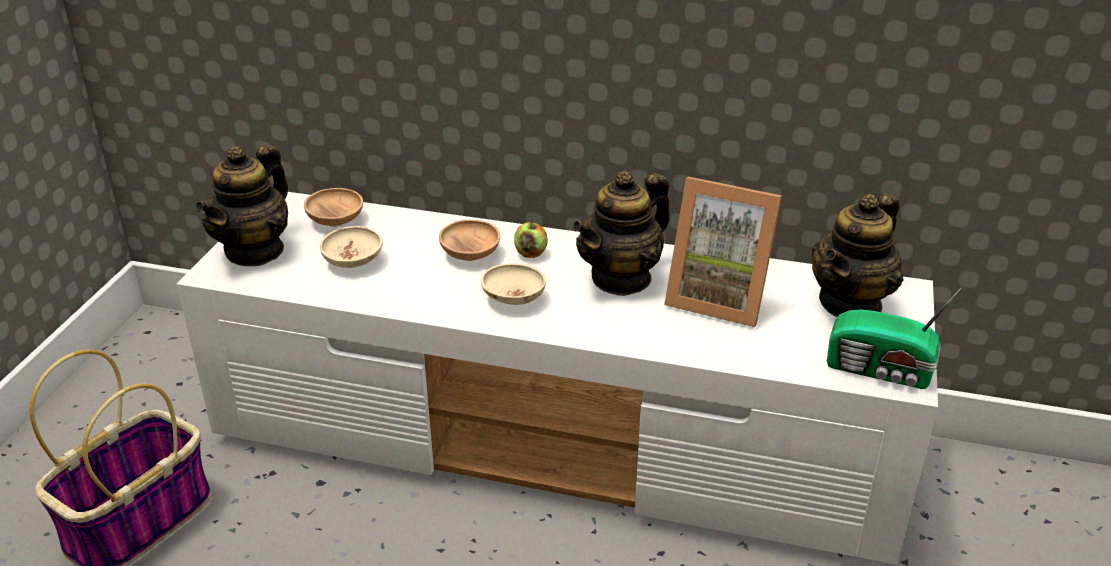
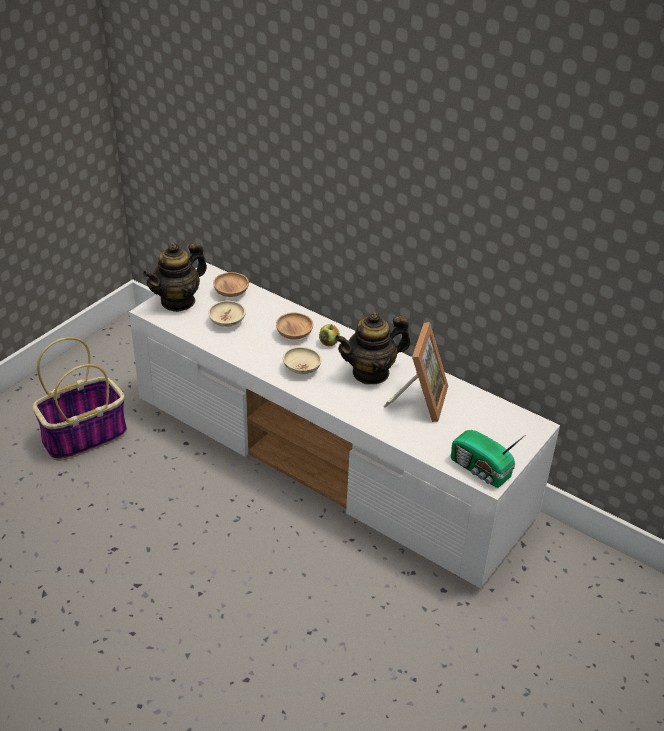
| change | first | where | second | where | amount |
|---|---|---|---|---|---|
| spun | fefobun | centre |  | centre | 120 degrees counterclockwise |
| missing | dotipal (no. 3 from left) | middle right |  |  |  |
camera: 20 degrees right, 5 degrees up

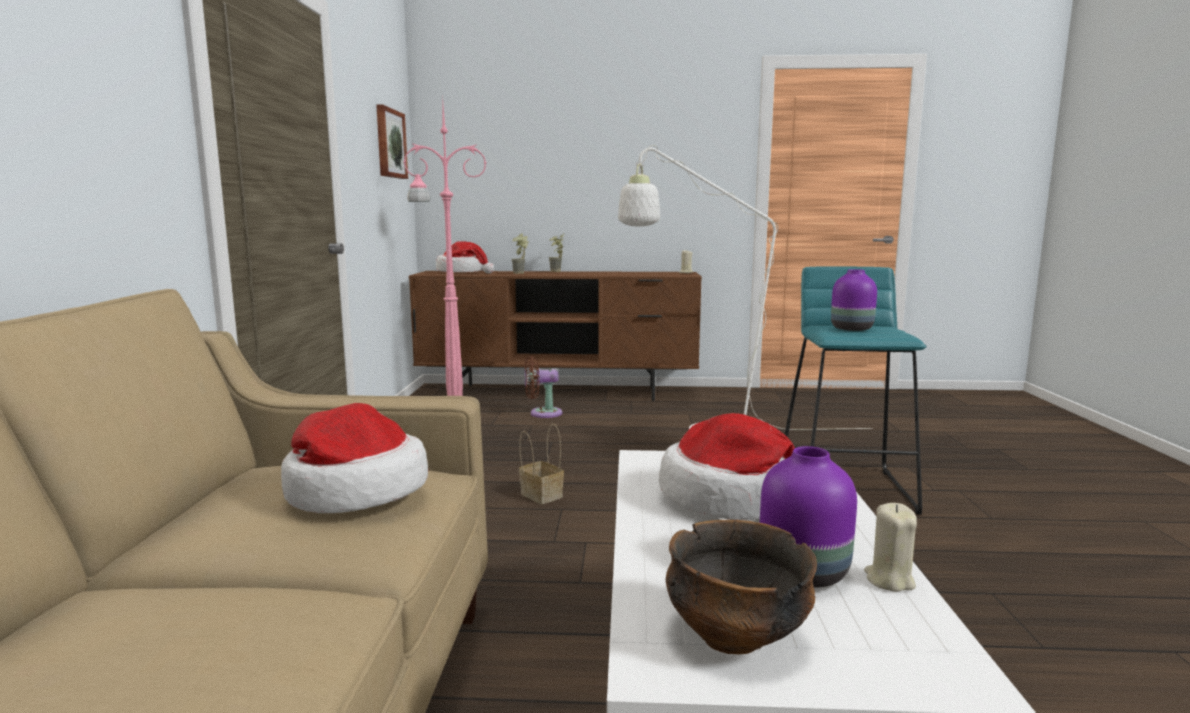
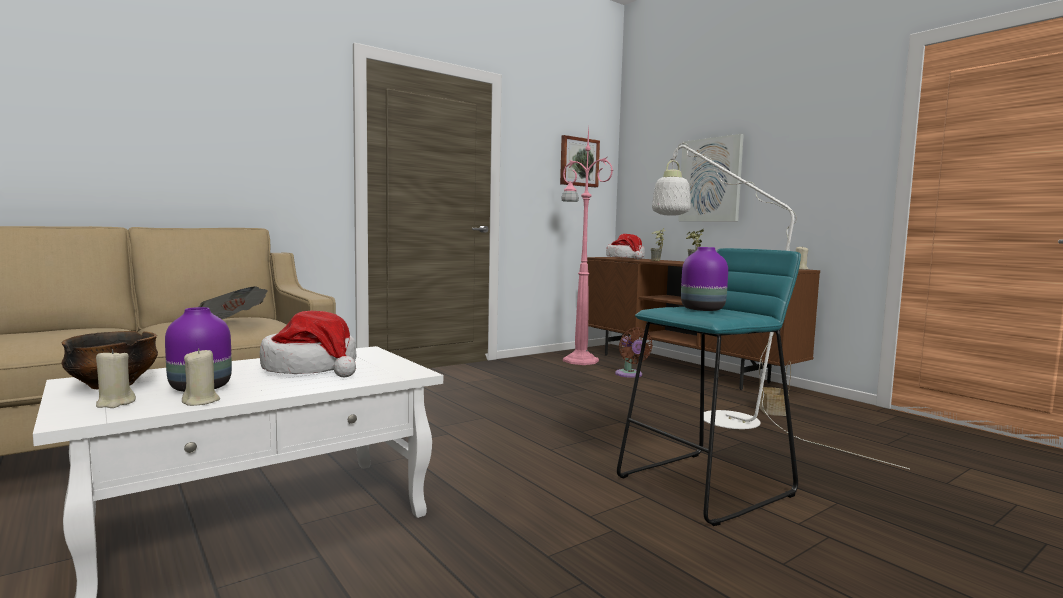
| change | first | where | second | where | amount |
|---|---|---|---|---|---|
| spun | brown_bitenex | centre |  | centre | 150 degrees counterclockwise |
| exchanged | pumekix (no. 1 from left) | middle left | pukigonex | middle left |  |
| relocated | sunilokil | centre |  | middle right |  |
| appeared |  |  | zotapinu (no. 2 from left) | top right |  |
| appeared |  |  | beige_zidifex (no. 1 from left) | middle left |  |
camera: 50 degrees right, 5 degrees down

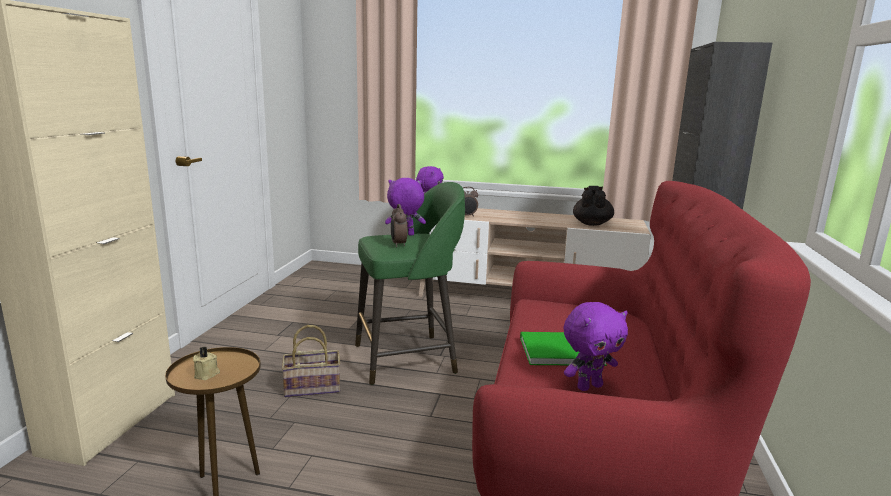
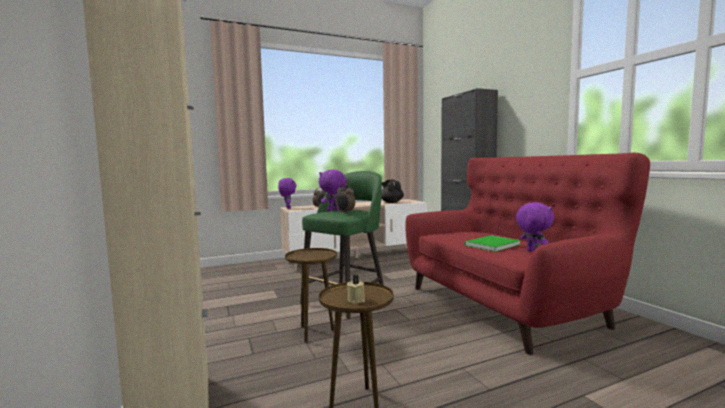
| change | first | where | second | where | amount |
|---|---|---|---|---|---|
| spun | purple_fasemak (no. 3 from left) | bottom right |  | middle right | 45 degrees counterclockwise |
| exchanged | sunilokil | bottom centre | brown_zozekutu (no. 1 from left) | bottom centre |  |
camera: 35 degrees left, 10 degrees down

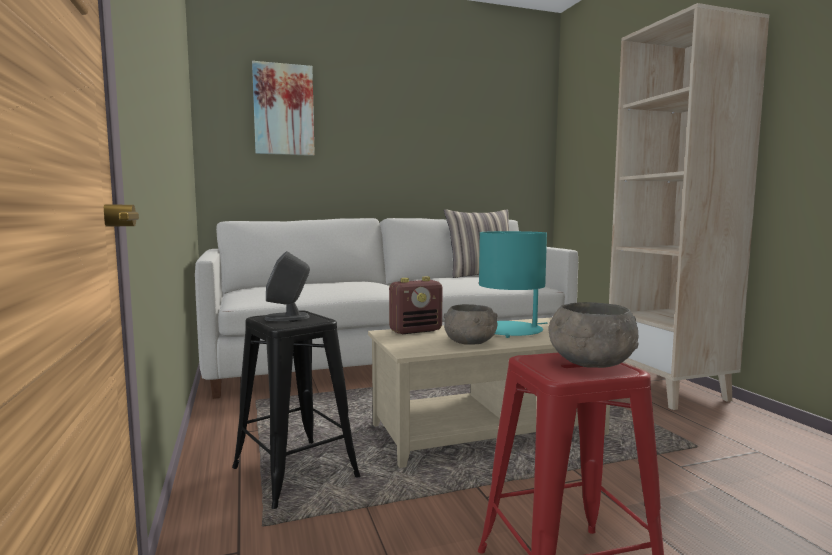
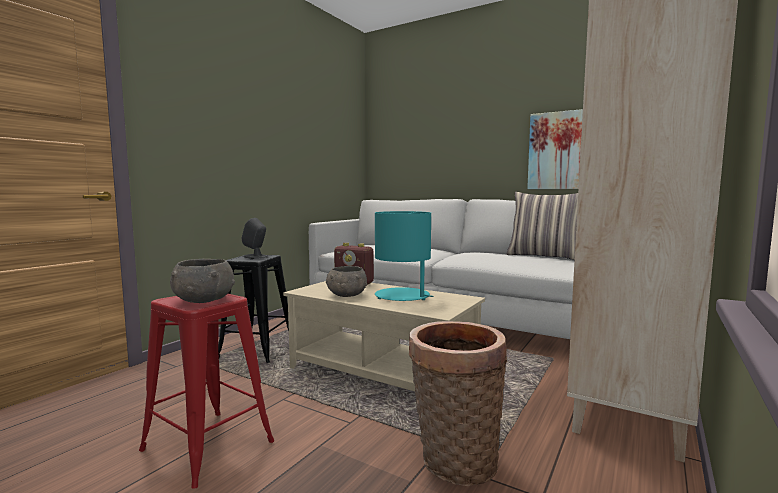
| change | first | where | second | where | amount |
|---|---|---|---|---|---|
| relocated | zotapinu | top centre |  | top right |  |
| appeared |  |  | sunilokil | bottom centre |  |
camera: 50 degrees right, 0 degrees up

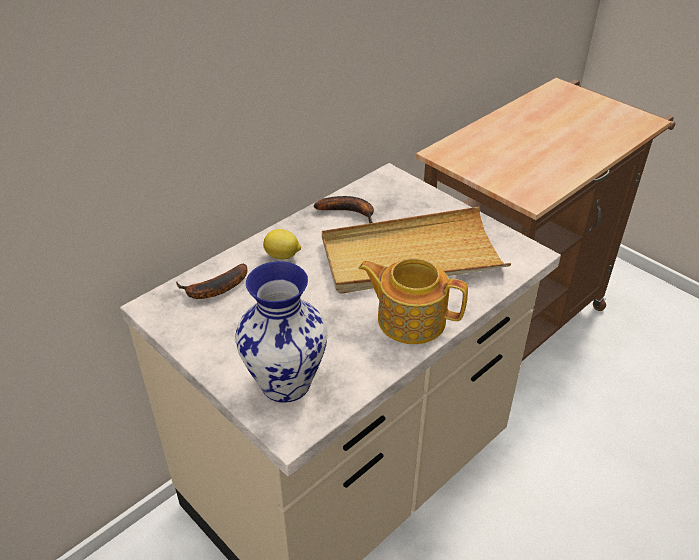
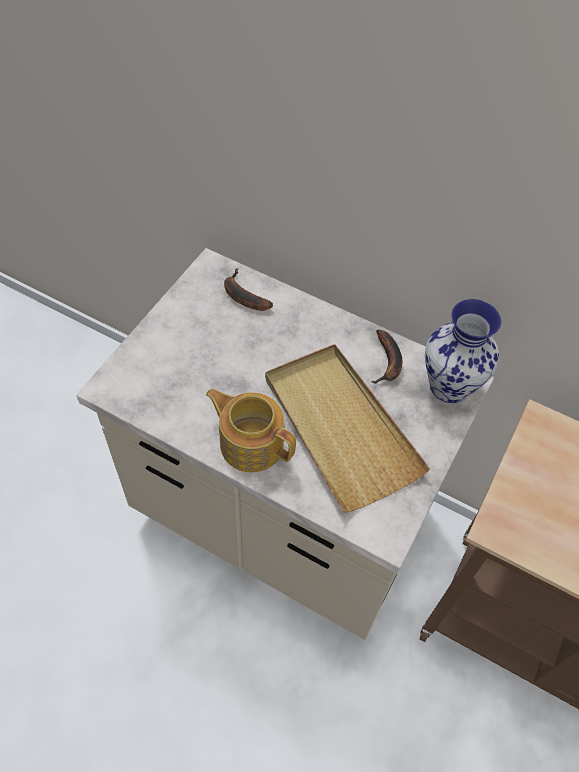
| change | first | where | second | where | amount |
|---|---|---|---|---|---|
| missing | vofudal | centre |  |  |  |
| spun | dotipal | centre |  | centre | 60 degrees counterclockwise |
| relocated | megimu | centre |  | middle right |  |
camera: 70 degrees right, 15 degrees up

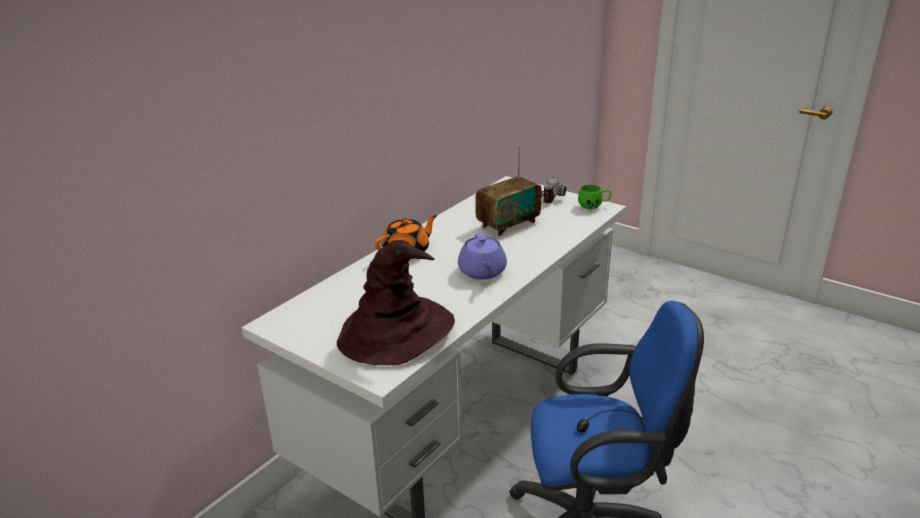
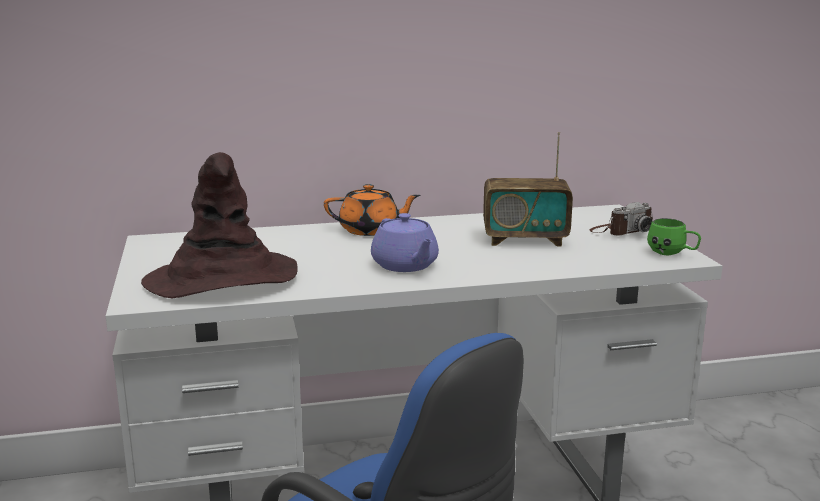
| change | first | where | second | where | amount |
|---|---|---|---|---|---|
| spun | purple_dotipal | centre |  | centre | 60 degrees counterclockwise |
camera: 40 degrees right, 10 degrees down

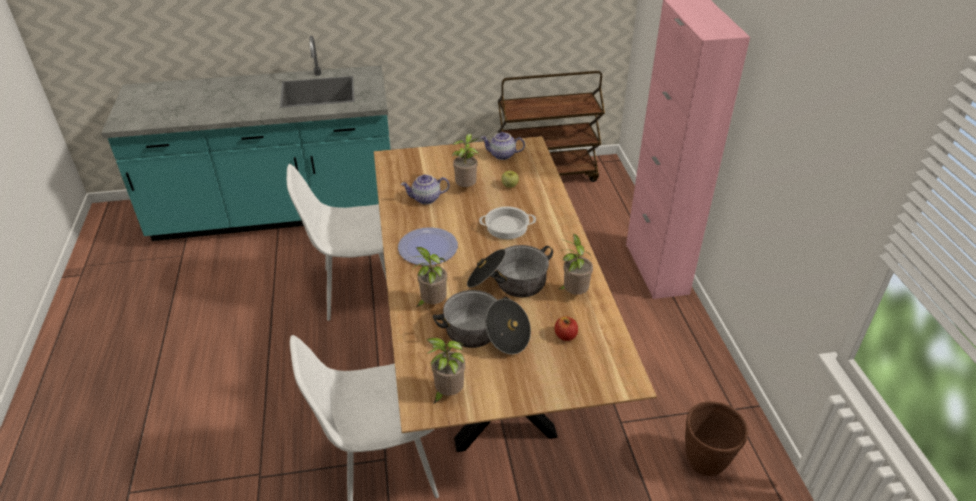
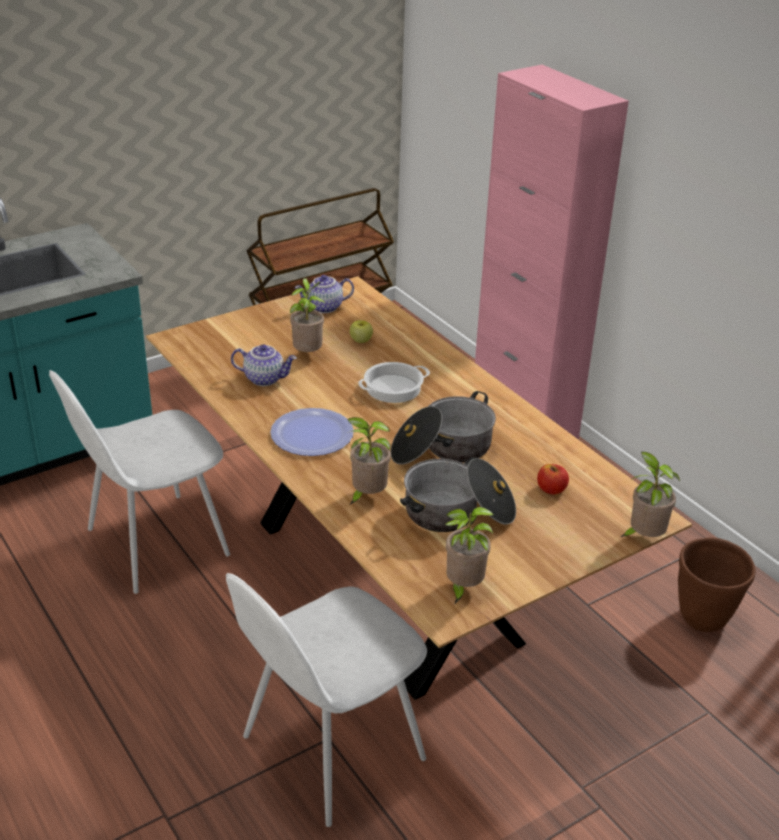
| change | first | where | second | where | amount |
|---|---|---|---|---|---|
| spun | dotipal (no. 1 from left) | centre |  | centre | 135 degrees counterclockwise |
| relocated | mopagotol (no. 4 from left) | centre |  | middle right |  |
camera: 25 degrees left, 5 degrees down

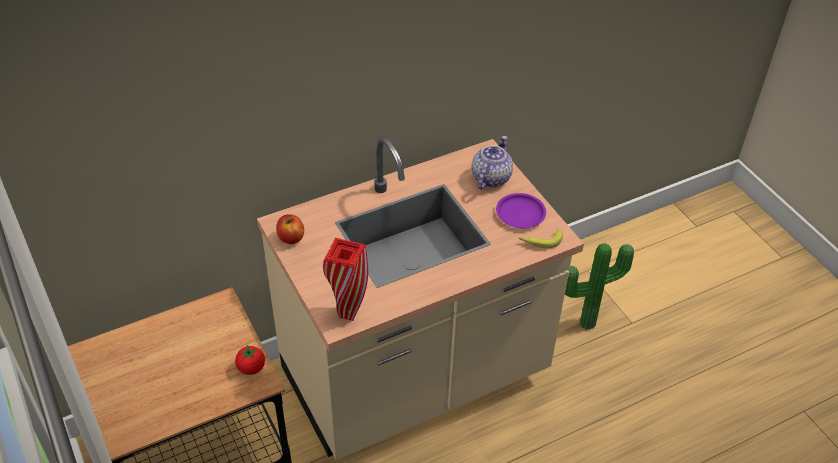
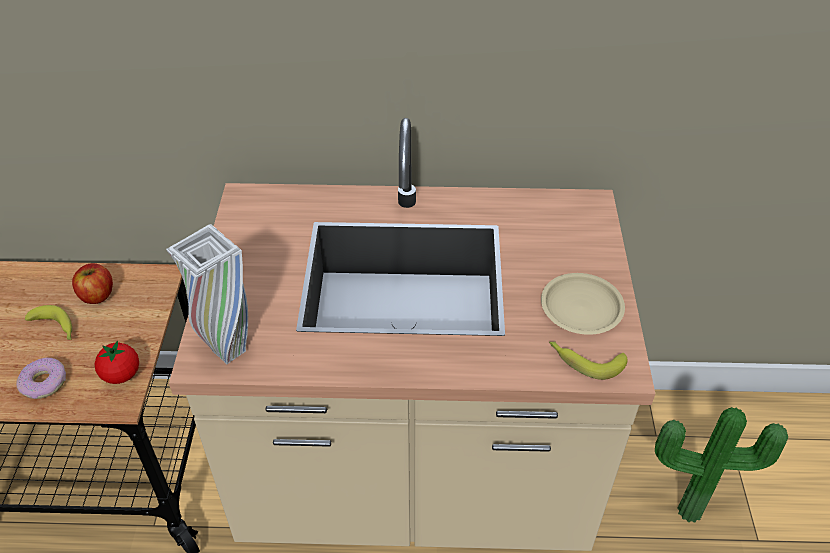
| change | first | where | second | where | amount |
|---|---|---|---|---|---|
| missing | dotipal | centre |  |  |  |
| colour | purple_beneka | centre | beige_beneka | middle right |  |
| relocated | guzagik | centre |  | middle left |  |
| colour | red_megimu | centre | white_megimu | middle left |  |
| appeared |  |  | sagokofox (no. 1 from left) | middle left |  |
| appeared |  |  | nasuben | bottom left |  |
camera: 30 degrees right, 0 degrees up

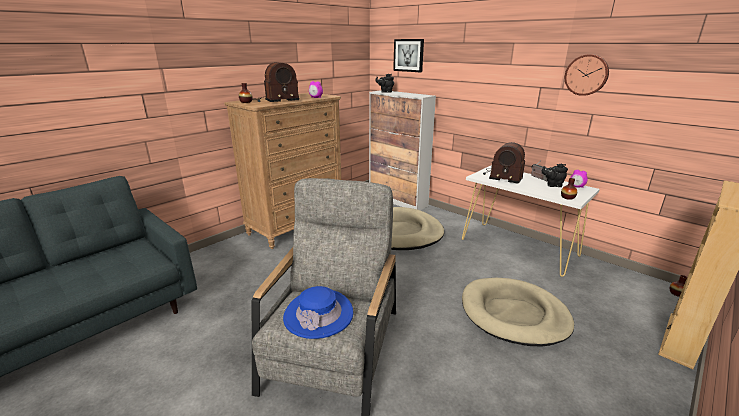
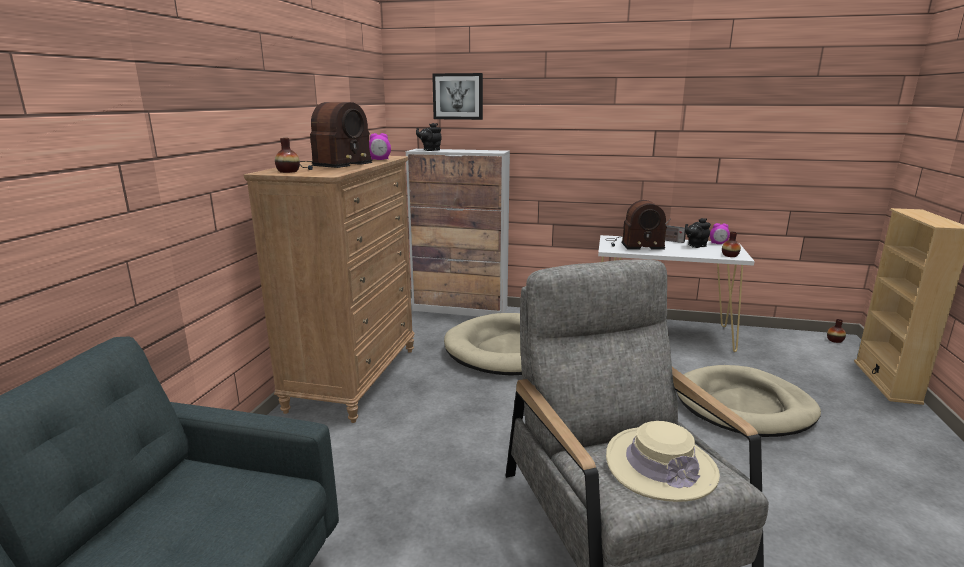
| change | first | where | second | where | amount |
|---|---|---|---|---|---|
| missing | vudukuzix | top right |  |  |  |
| colour | blue_pumekix | bottom centre | beige_pumekix | bottom right |  |
camera: 30 degrees left, 5 degrees down

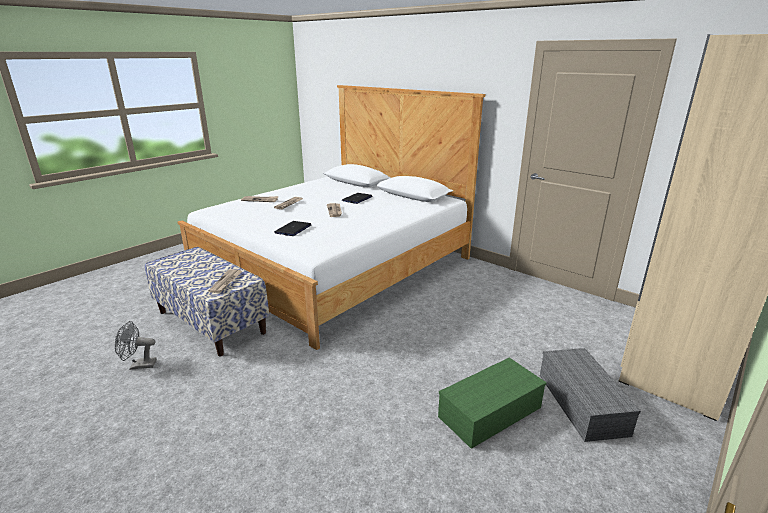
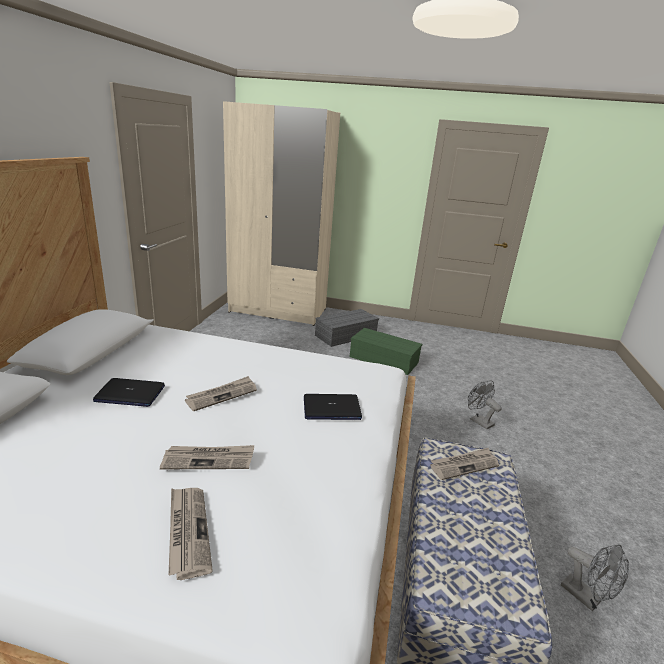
| change | first | where | second | where | amount |
|---|---|---|---|---|---|
| appeared |  |  | grey_bitenex (no. 1 from left) | middle right |  |
camera: 120 degrees left, 0 degrees up

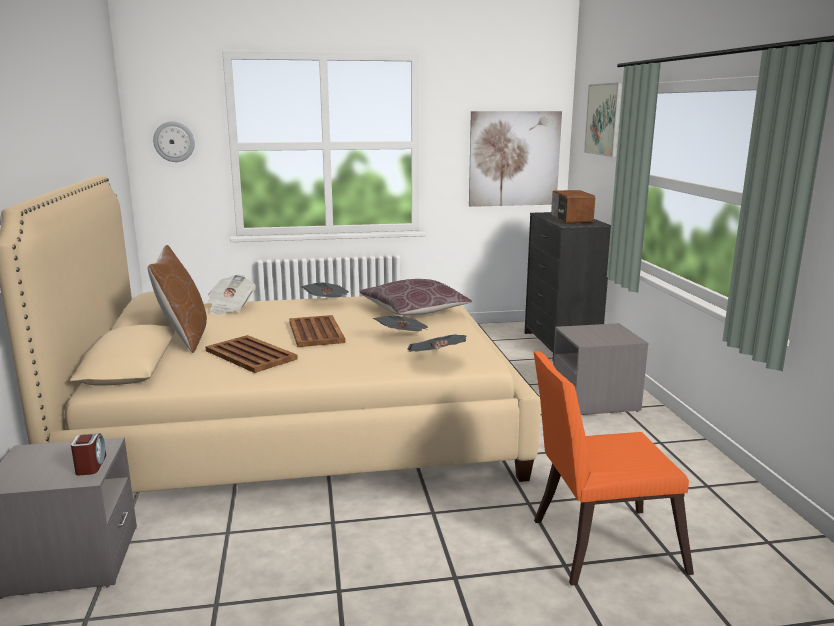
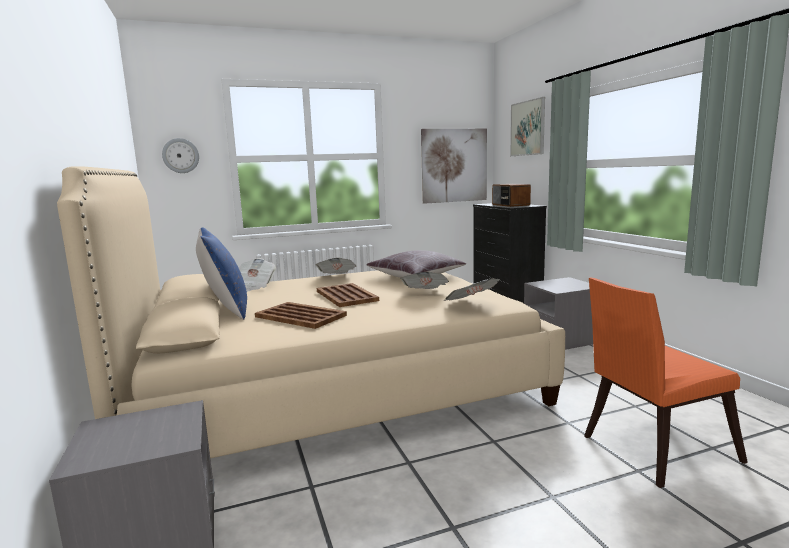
| change | first | where | second | where | amount |
|---|---|---|---|---|---|
| colour | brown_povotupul (no. 1 from left) | middle left | blue_povotupul | middle left |  |
| missing | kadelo | bottom left |  |  |  |
camera: 10 degrees left, 5 degrees down

